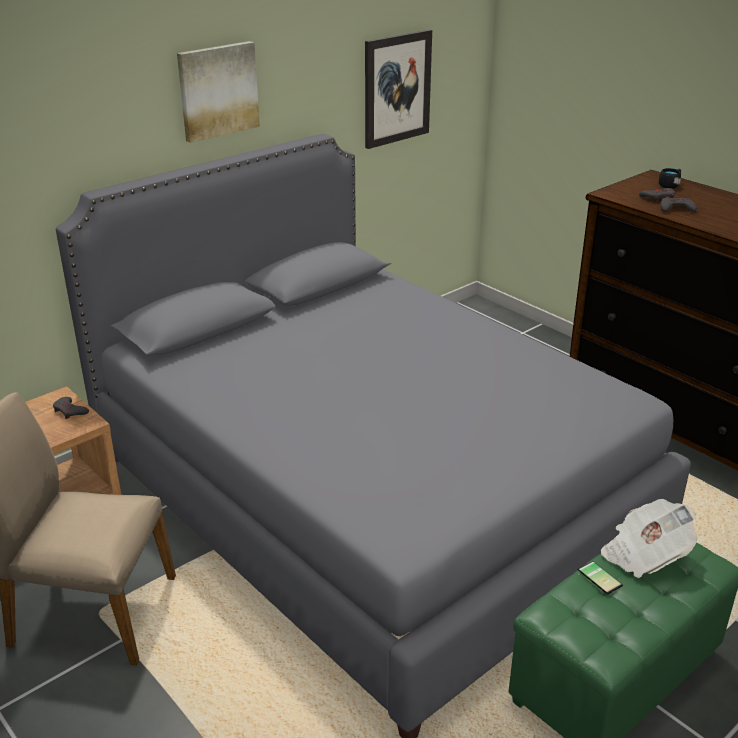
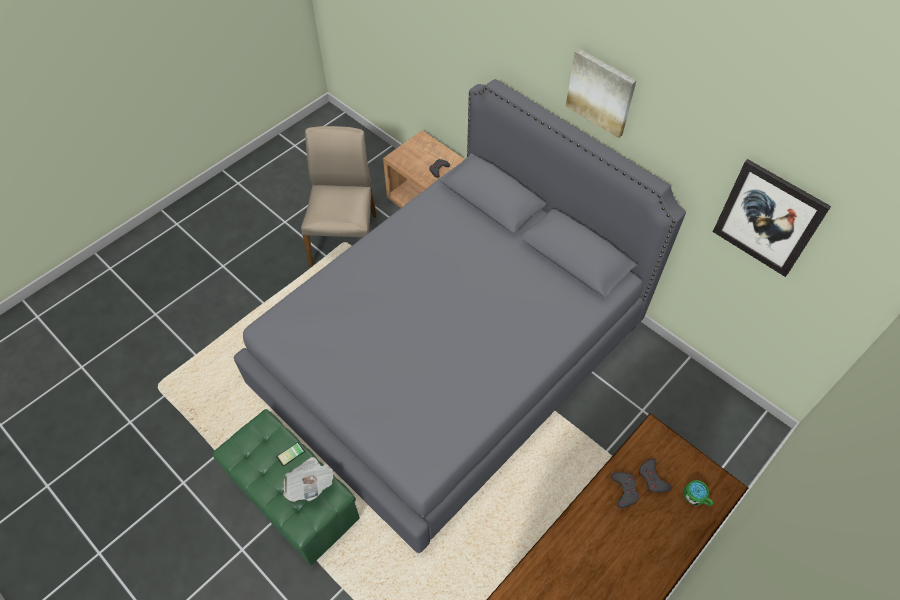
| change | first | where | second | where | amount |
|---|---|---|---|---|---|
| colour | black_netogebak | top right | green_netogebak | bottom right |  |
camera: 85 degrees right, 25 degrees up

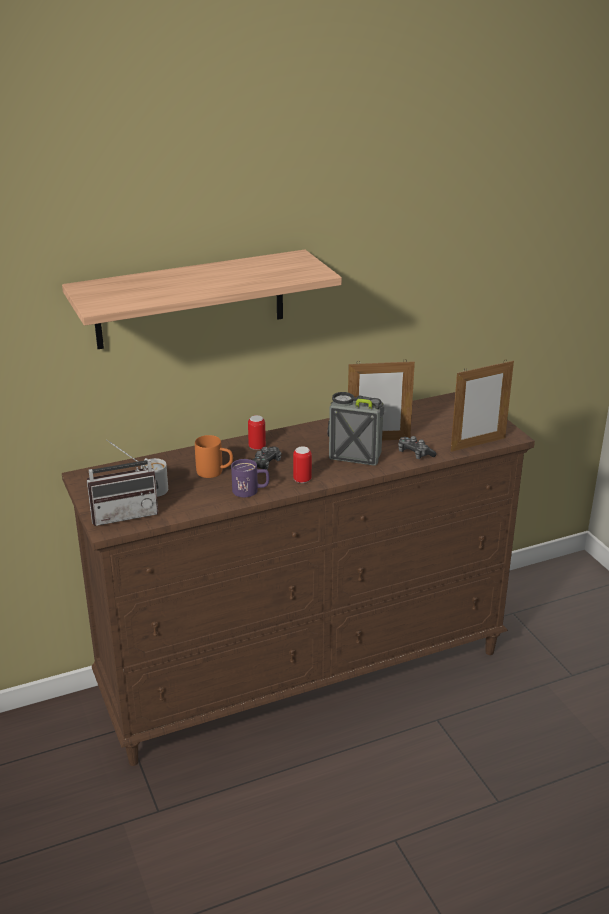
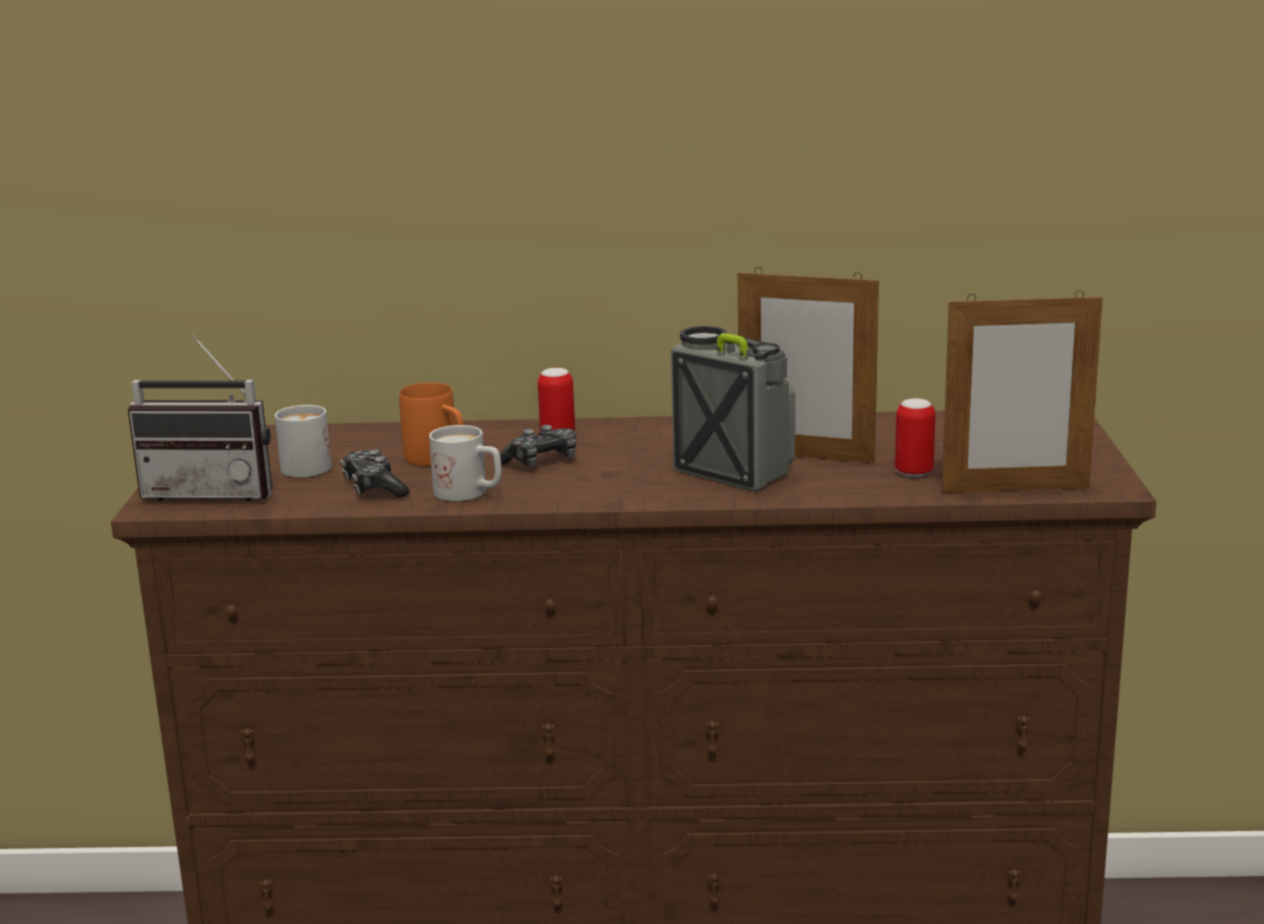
| change | first | where | second | where | amount |
|---|---|---|---|---|---|
| missing | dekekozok | top left |  |  |  |
| relocated | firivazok (no. 2 from left in the first image) | middle right | firivazok (no. 1 from left) | middle left |  |
| relocated | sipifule (no. 2 from left) | centre |  | middle right |  |
| colour | purple_netogebak | centre | white_netogebak (no. 2 from left) | centre |  |
camera: 25 degrees right, 10 degrees down

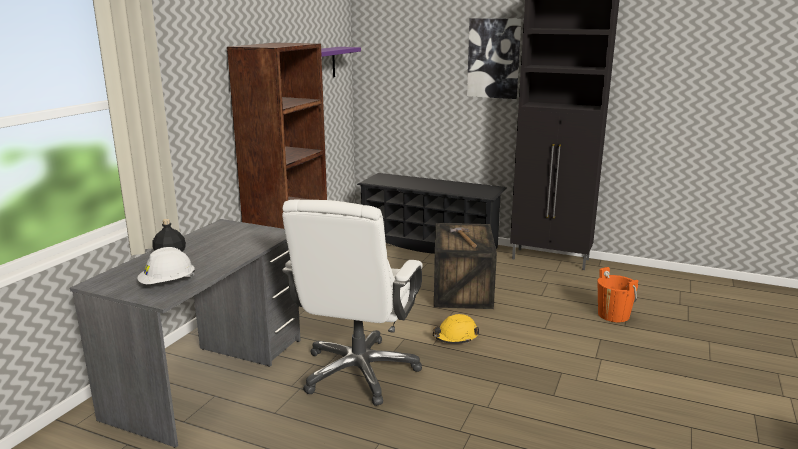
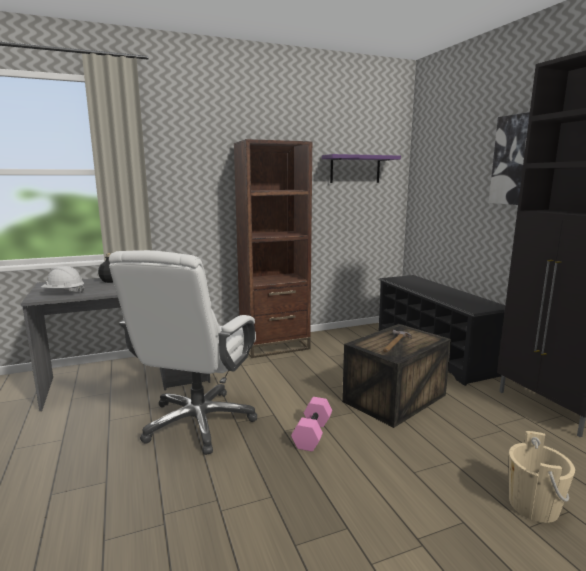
| change | first | where | second | where | amount |
|---|---|---|---|---|---|
| spun | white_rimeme | bottom centre |  | middle left | 45 degrees counterclockwise |
| colour | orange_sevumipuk | middle right | beige_sevumipuk | bottom right |  |
| exchanged | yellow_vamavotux | bottom centre | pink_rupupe | bottom centre |  |
camera: 45 degrees right, 5 degrees down

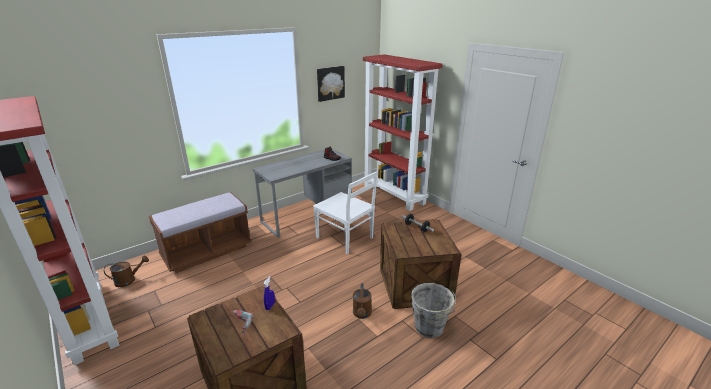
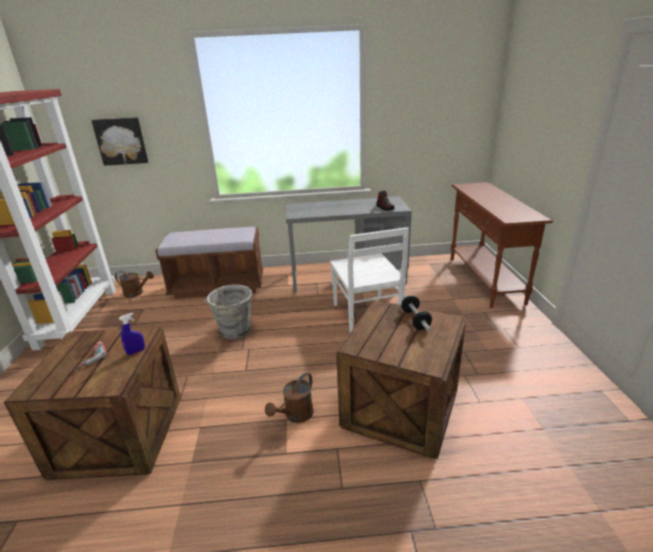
| change | first | where | second | where | amount |
|---|---|---|---|---|---|
| exchanged | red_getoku (no. 2 from left) | centre | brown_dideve | middle right |  |
| relocated | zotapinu | top centre |  | top left |  |
| relocated | grey_sevumipuk | bottom centre |  | centre |  |
camera: 35 degrees right, 0 degrees up

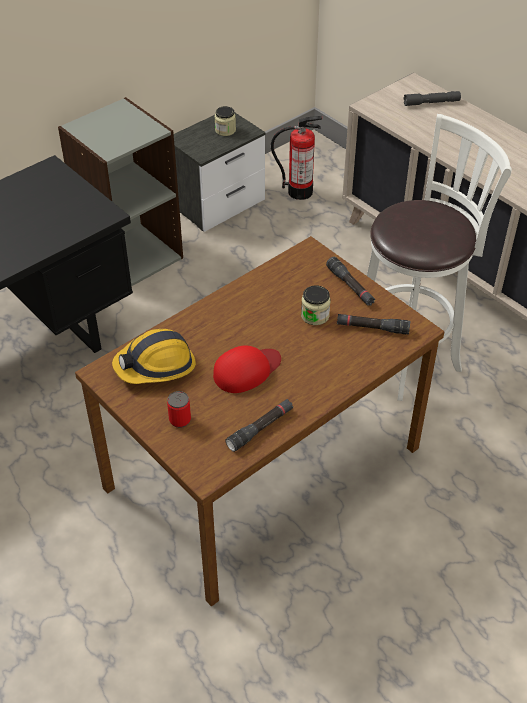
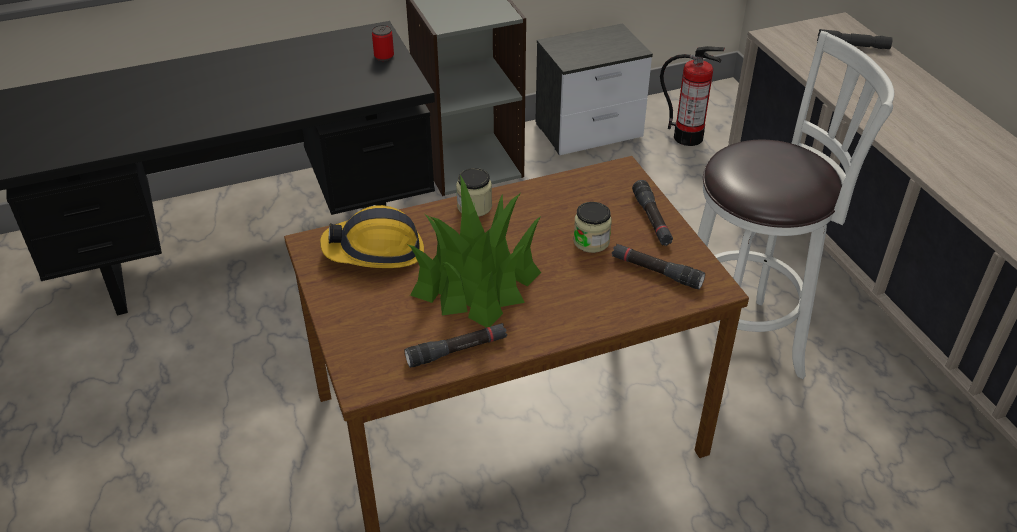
| change | first | where | second | where | amount |
|---|---|---|---|---|---|
| relocated | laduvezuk (no. 1 from left) | top centre |  | centre |  |
| exchanged | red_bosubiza | centre | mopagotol | centre |  |
| relocated | sipifule | centre |  | top centre |  |
camera: 20 degrees right, 5 degrees down

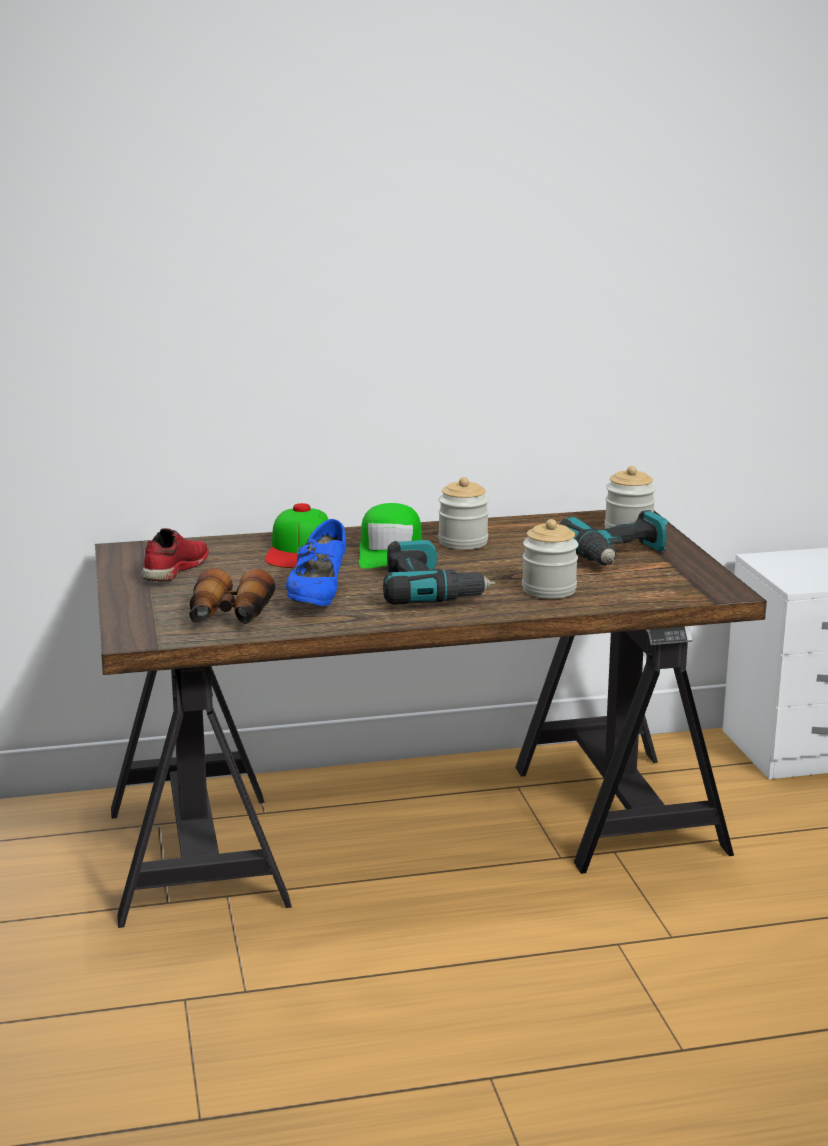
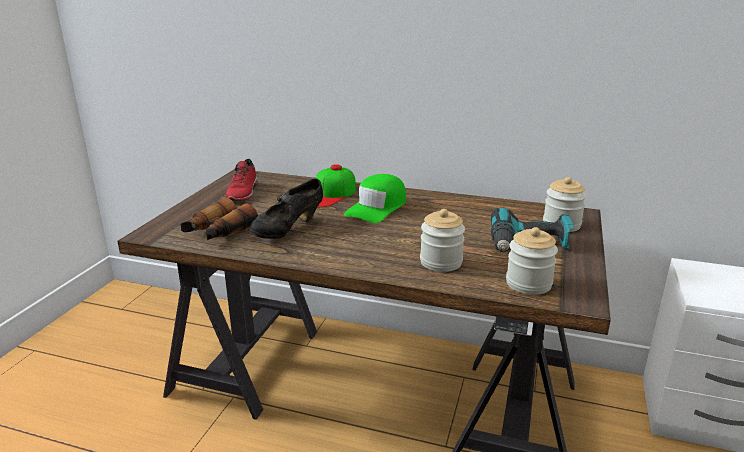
| change | first | where | second | where | amount |
|---|---|---|---|---|---|
| relocated | laduvezuk (no. 1 from left in the first image) | centre | laduvezuk (no. 2 from left) | middle right |  |
| colour | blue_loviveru | centre | black_loviveru | centre |  |
| spun | red_loviveru | middle left |  | middle left | 135 degrees clockwise |
| missing | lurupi (no. 1 from left) | centre |  |  |  |
camera: 30 degrees right, 5 degrees up

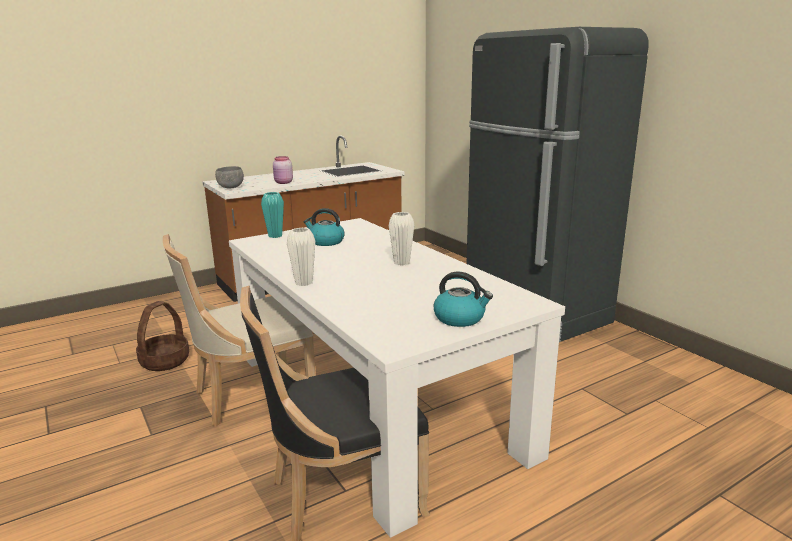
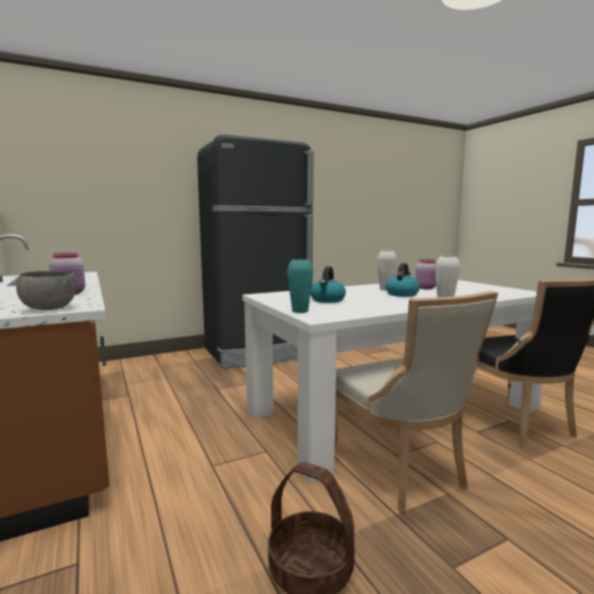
| change | first | where | second | where | amount |
|---|---|---|---|---|---|
| relocated | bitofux (no. 2 from left) | centre |  | middle right |  |
| appeared |  |  | pink_laduvezuk (no. 2 from left) | middle right |  |
camera: 85 degrees left, 10 degrees down

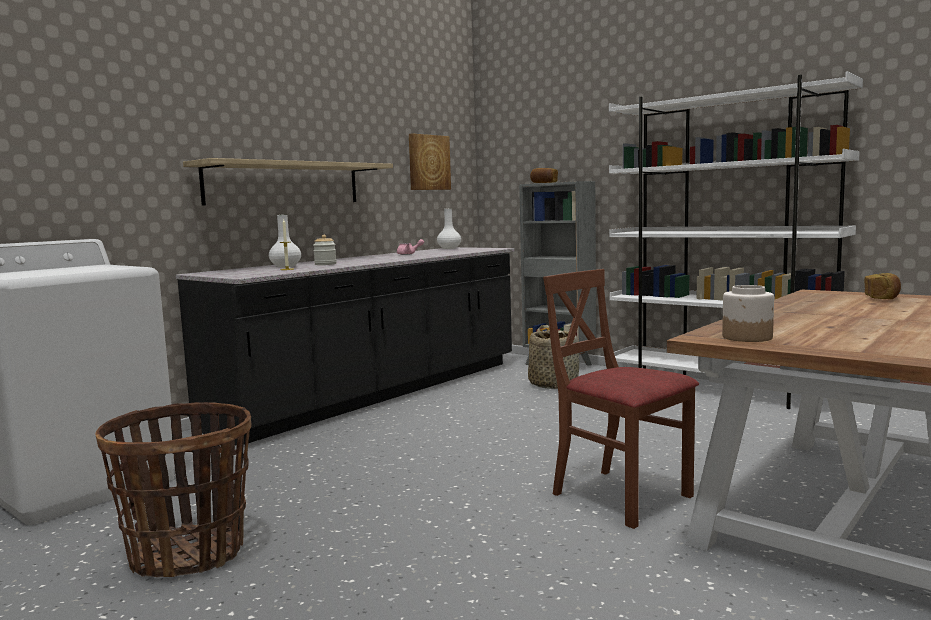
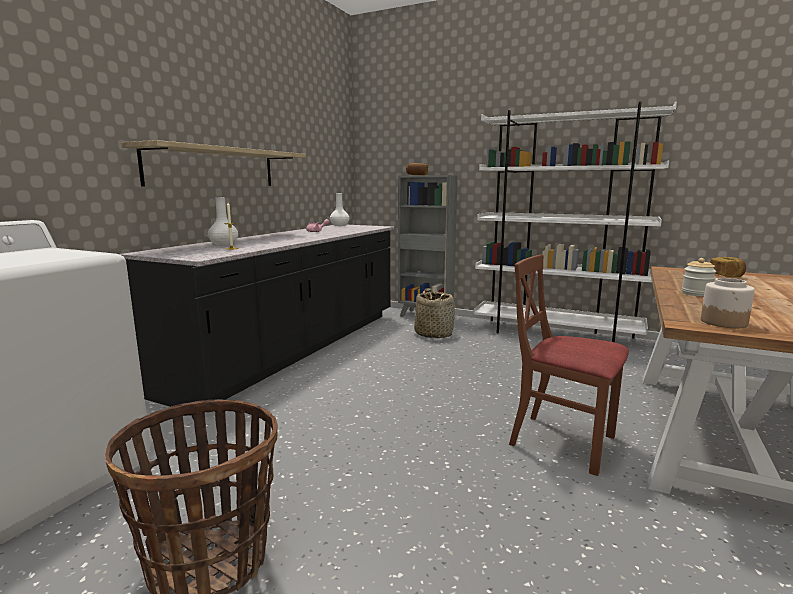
| change | first | where | second | where | amount |
|---|---|---|---|---|---|
| missing | zotapinu | top centre |  |  |  |
| relocated | laduvezuk (no. 1 from left) | centre |  | middle right |  |
camera: 15 degrees left, 5 degrees up

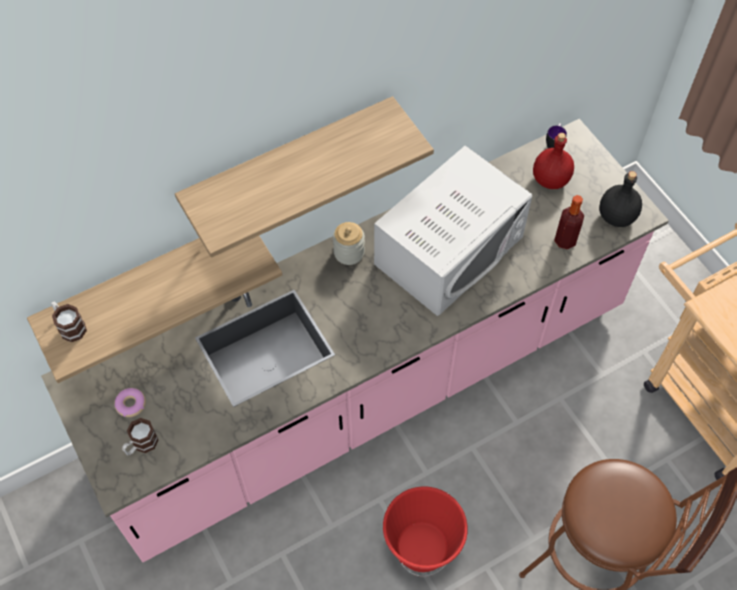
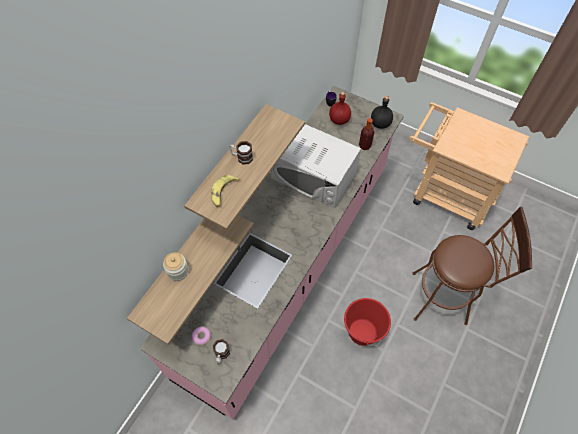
| change | first | where | second | where | amount |
|---|---|---|---|---|---|
| spun | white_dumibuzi | centre |  | centre | 105 degrees clockwise |
| relocated | laduvezuk | centre |  | middle left |  |
| relocated | netogebak (no. 1 from left in the first image) | middle left | netogebak (no. 2 from left) | centre |  |
| appeared |  |  | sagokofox | centre |  |
camera: 30 degrees left, 0 degrees up

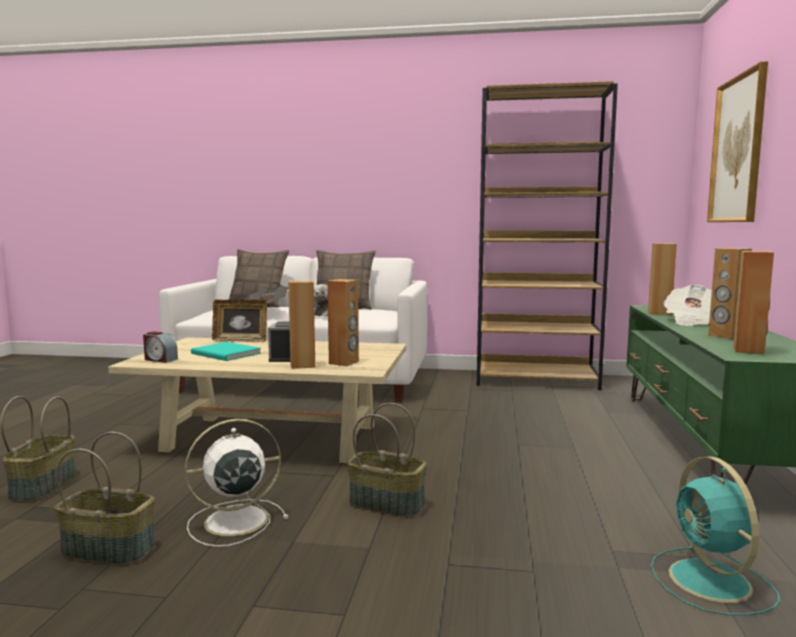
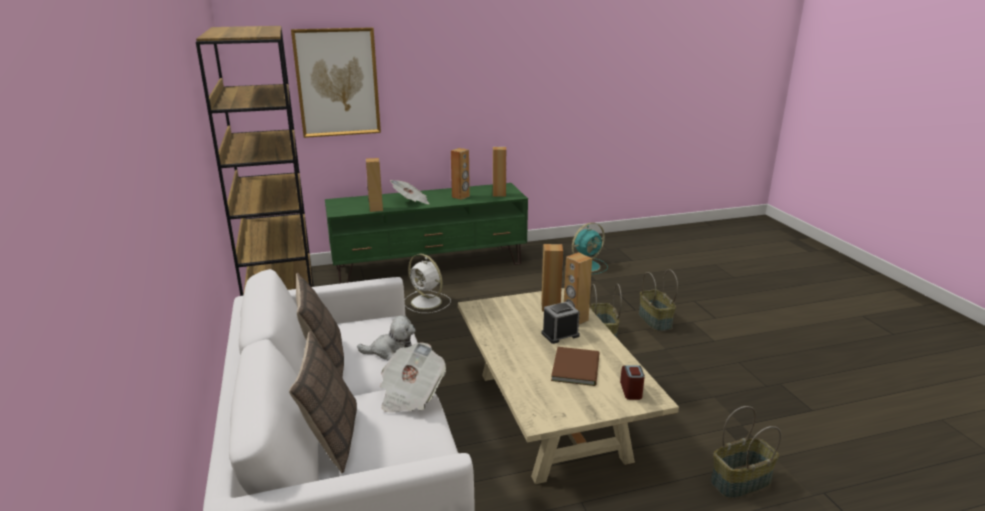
| change | first | where | second | where | amount |
|---|---|---|---|---|---|
| missing | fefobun | middle left |  |  |  |
| colour | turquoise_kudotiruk | middle left | brown_kudotiruk | bottom centre |  |
| relocated | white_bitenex | bottom left |  | centre |  |
| relocated | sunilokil (no. 2 from left) | bottom left |  | middle right |  |
camera: 115 degrees left, 15 degrees up

